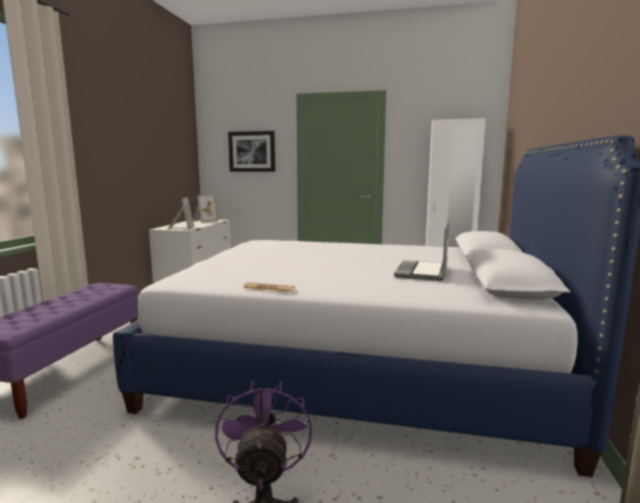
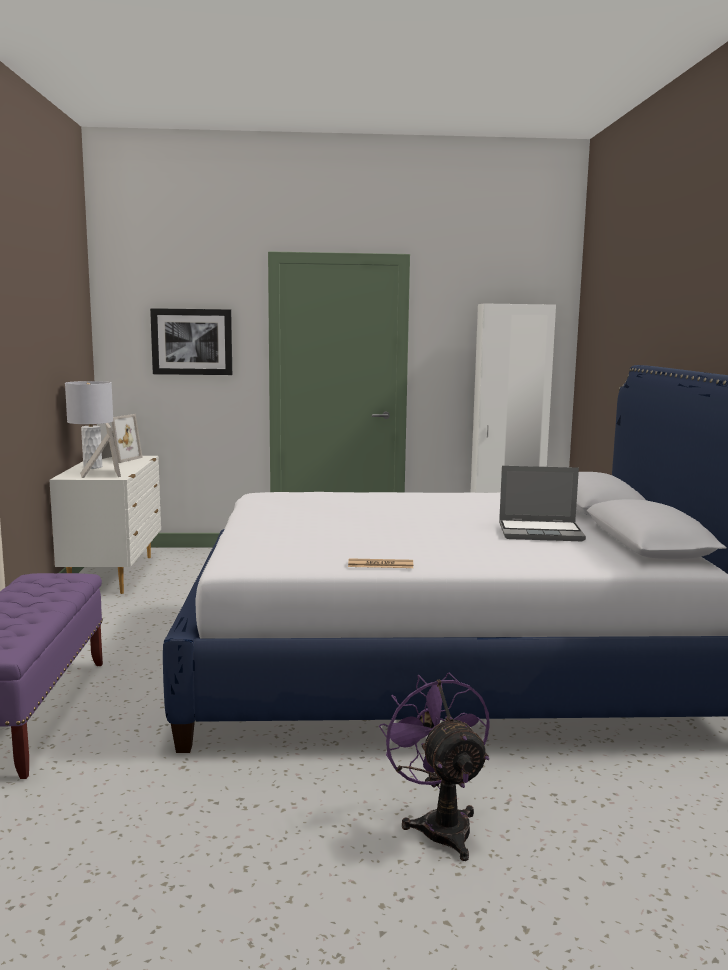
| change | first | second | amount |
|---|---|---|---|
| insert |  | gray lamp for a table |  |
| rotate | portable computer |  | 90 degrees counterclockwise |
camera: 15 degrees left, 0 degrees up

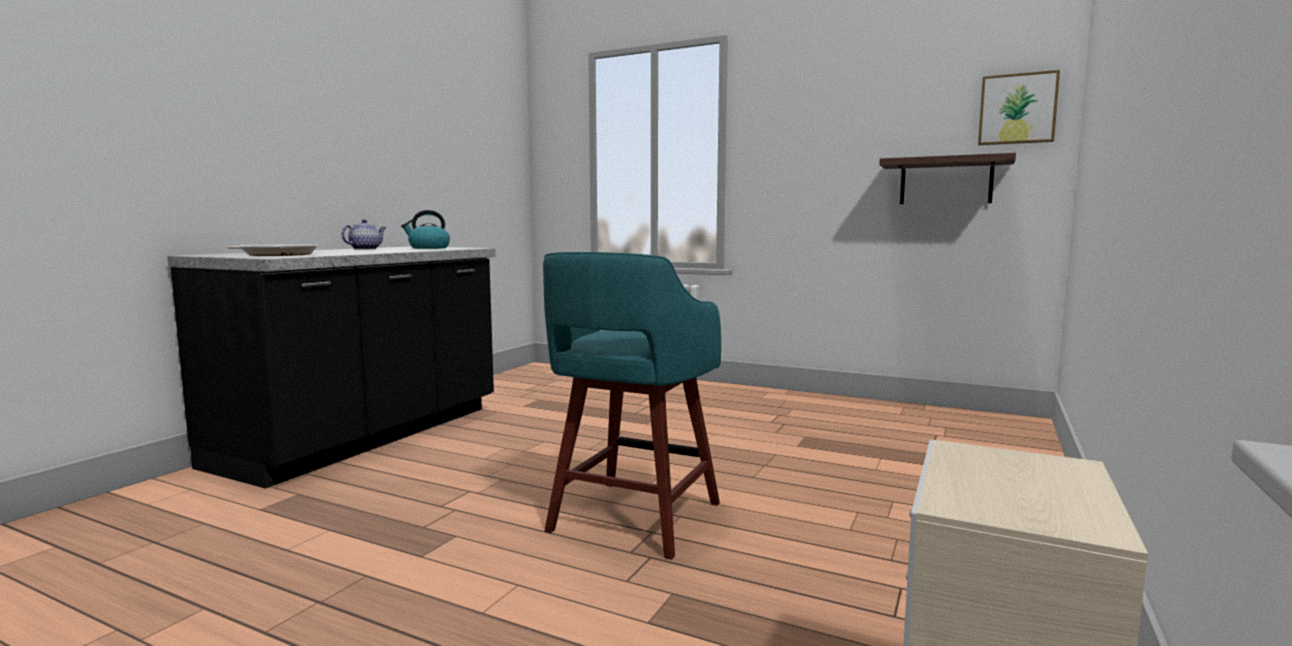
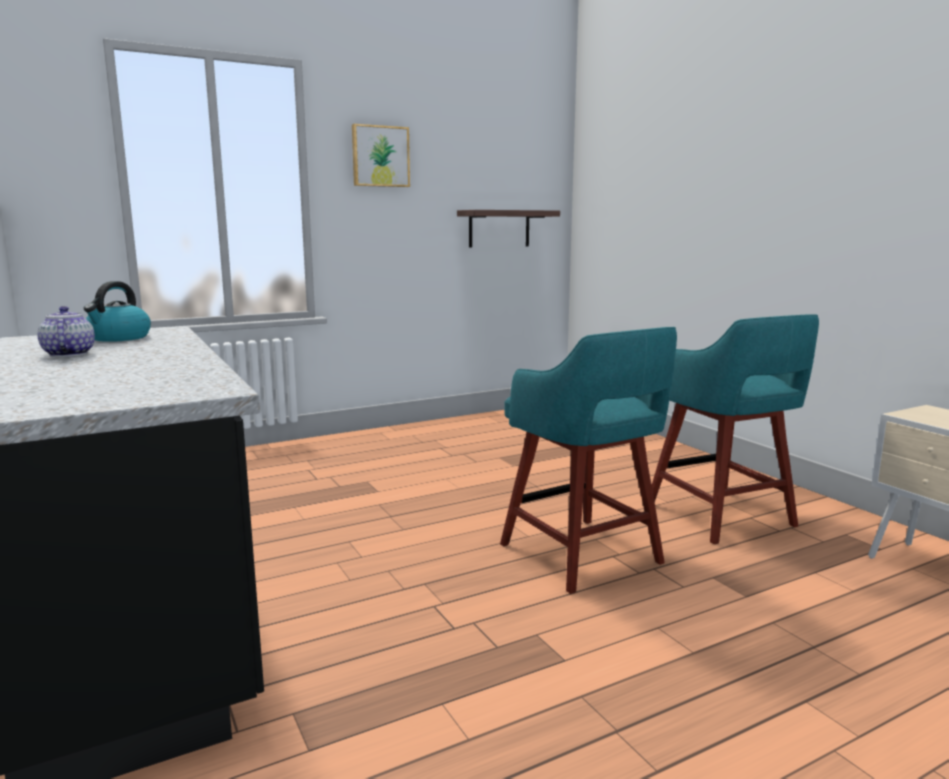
| change | first | second | amount |
|---|---|---|---|
| move | wall art |  |  |
| insert |  | turquoise-coloured sitting stool (2nd from left) |  |
| delete | skillet |  |  |
camera: 55 degrees left, 5 degrees up

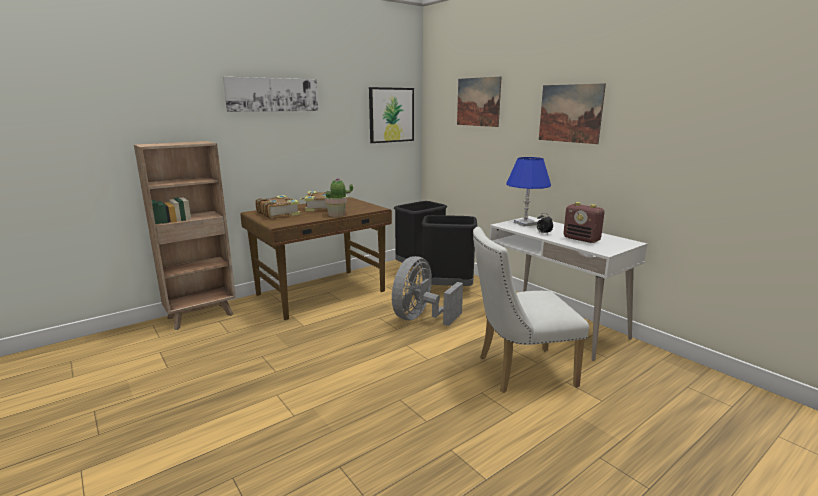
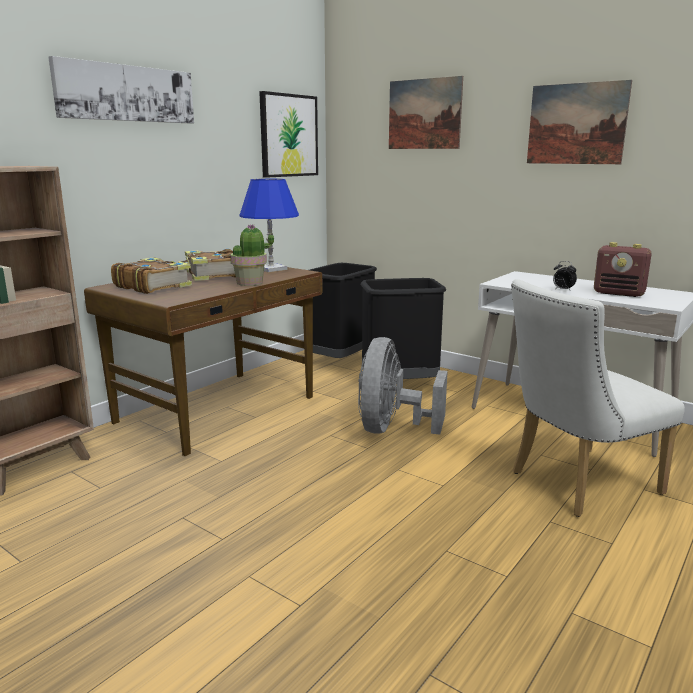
| change | first | second | amount |
|---|---|---|---|
| move | blue lamp for a table |  |  |
camera: 15 degrees left, 0 degrees up

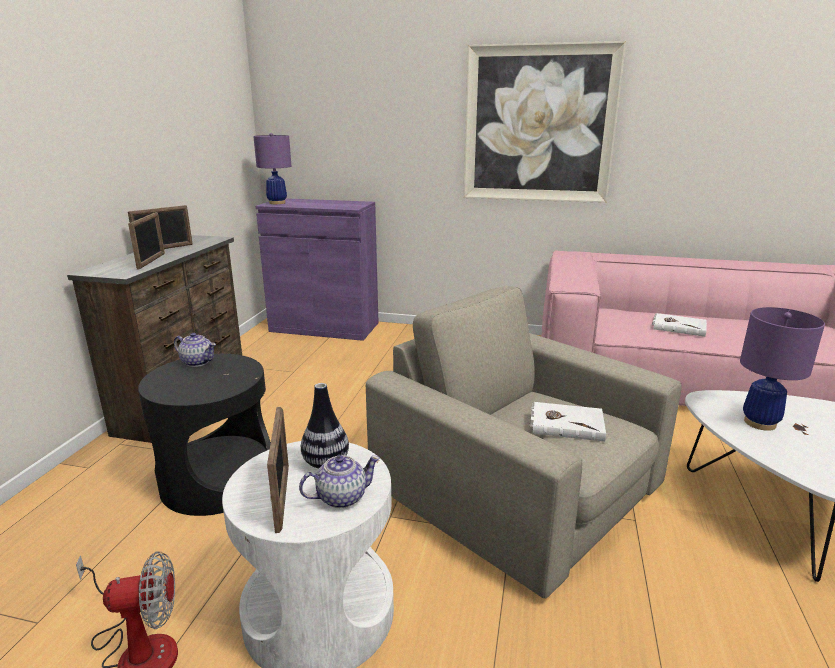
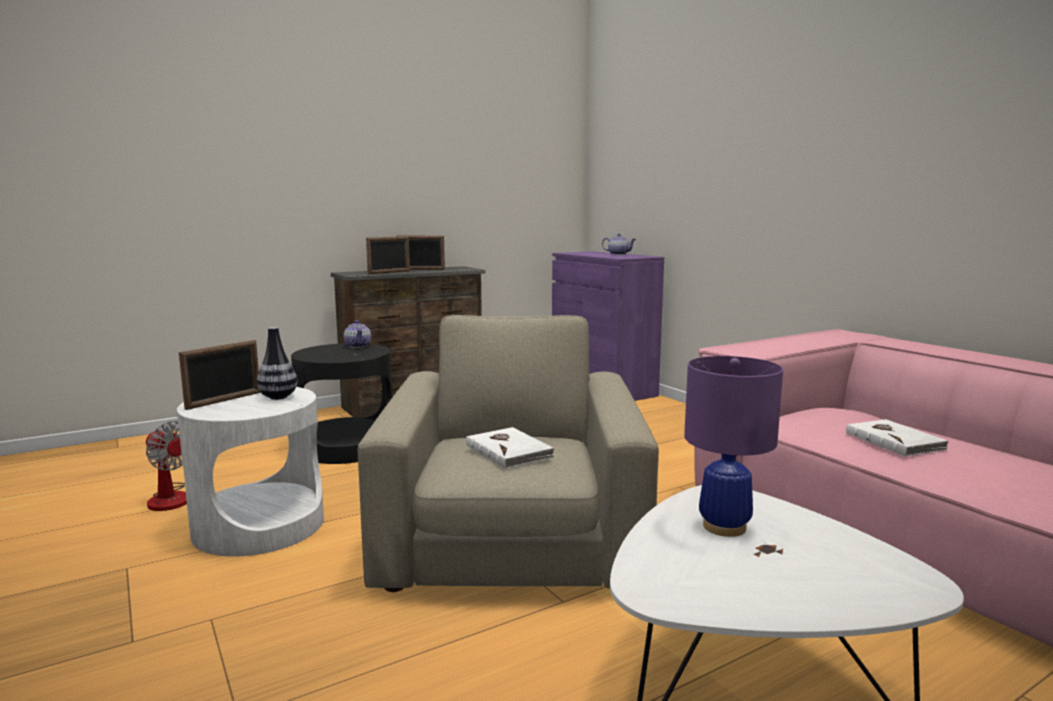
| change | first | second | amount |
|---|---|---|---|
| move | teapot (2nd from left) |  |  |
| delete | purplish lamp for a table (1st from left) |  |  |
| delete | wall art |  |  |
camera: 45 degrees right, 10 degrees down

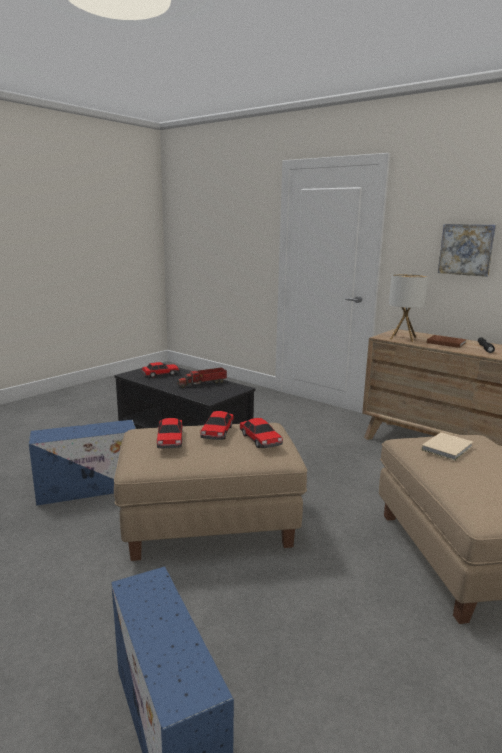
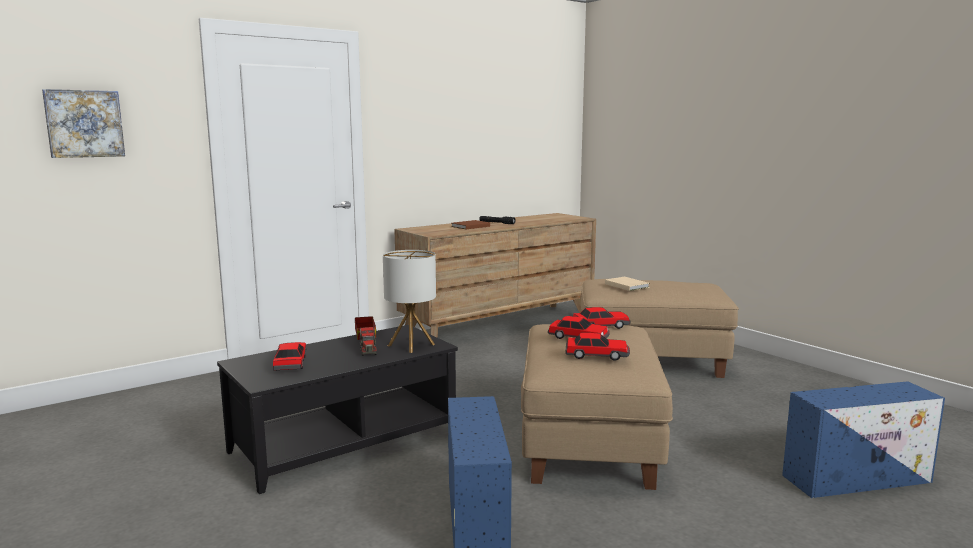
| change | first | second | amount |
|---|---|---|---|
| move | wall art |  |  |
| move | lamp for a table |  |  |
camera: 75 degrees left, 5 degrees down

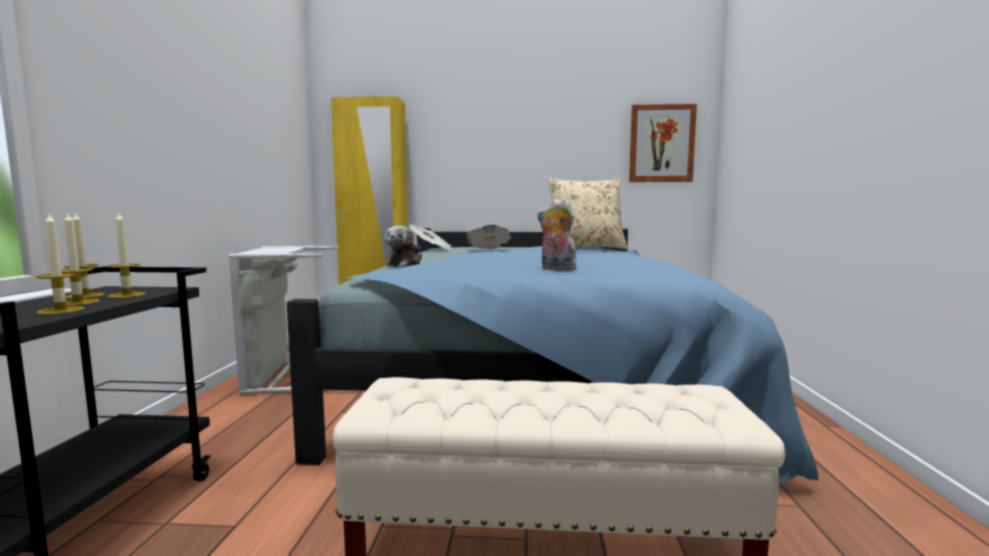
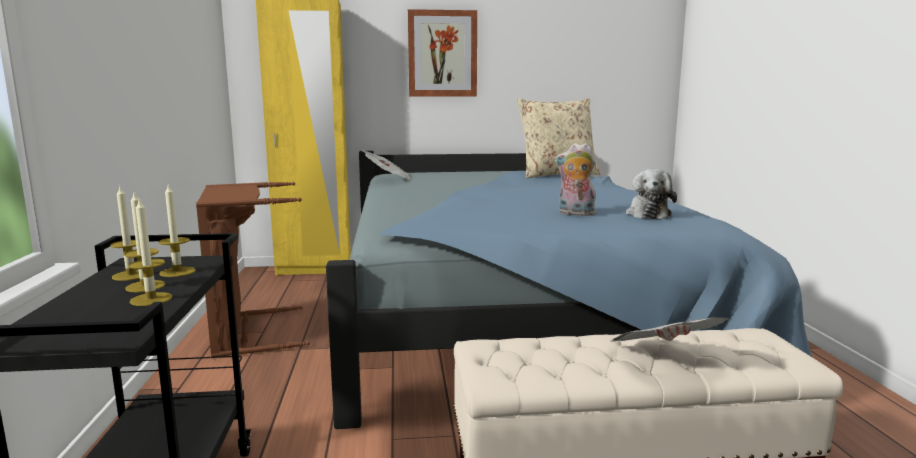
| change | first | second | amount |
|---|---|---|---|
| recolor | gray laundry basket | brown laundry basket |  |
| move | wall art |  |  |
| move | newspaper (2nd from left) |  |  |
| move | soft toy (1st from left in the first image) | soft toy (2nd from left) |  |
camera: 10 degrees left, 5 degrees up

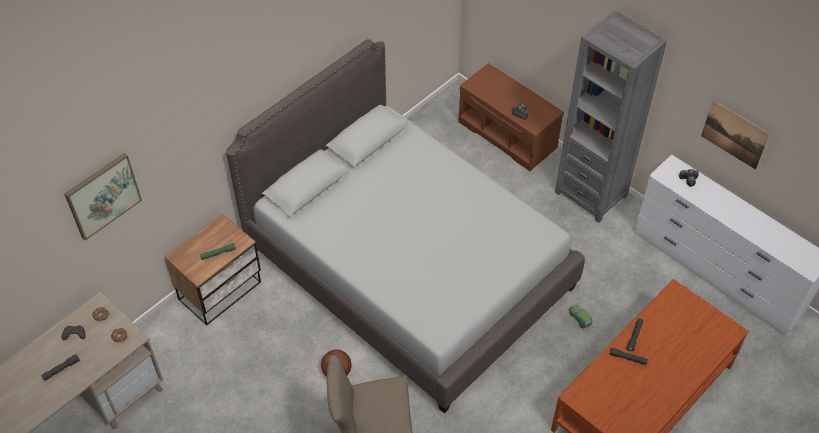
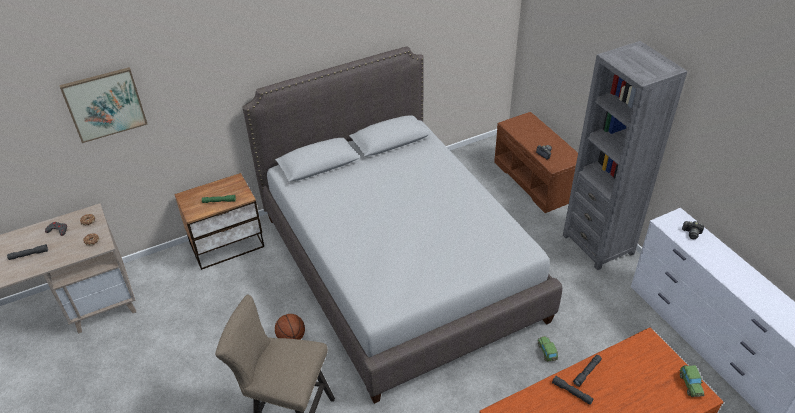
| change | first | second | amount |
|---|---|---|---|
| insert |  | model car (2nd from left) |  |
| delete | wall art (2nd from left) |  |  |
camera: 20 degrees right, 10 degrees down

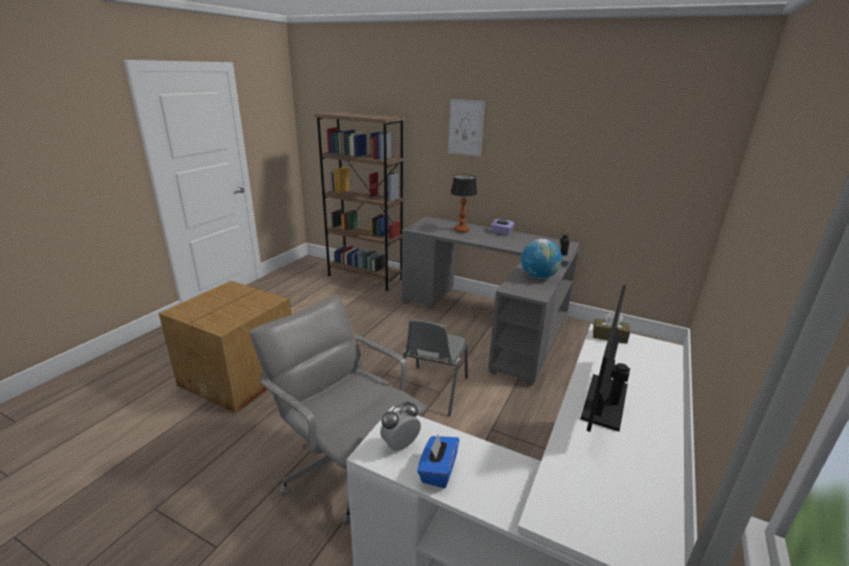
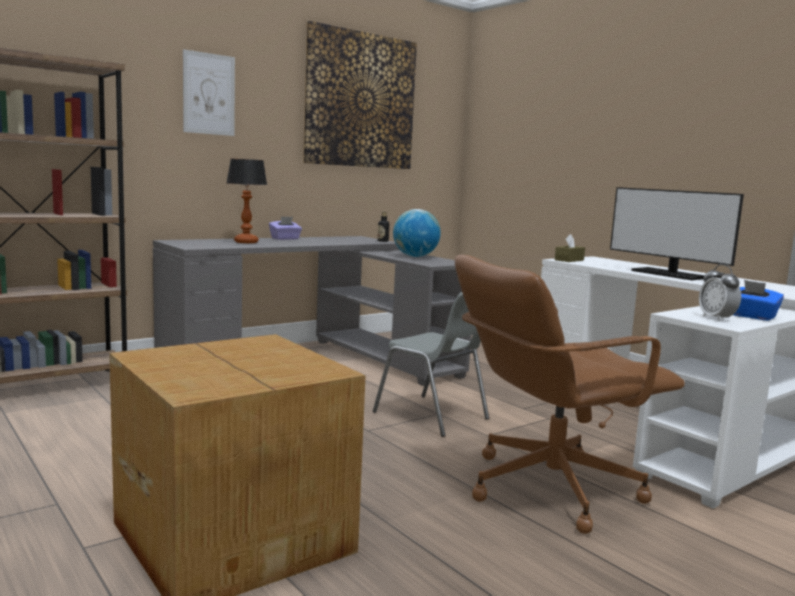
| change | first | second | amount |
|---|---|---|---|
| insert |  | wall art (2nd from left) |  |
| recolor | gray office chair | brown office chair |  |
camera: 65 degrees left, 15 degrees down

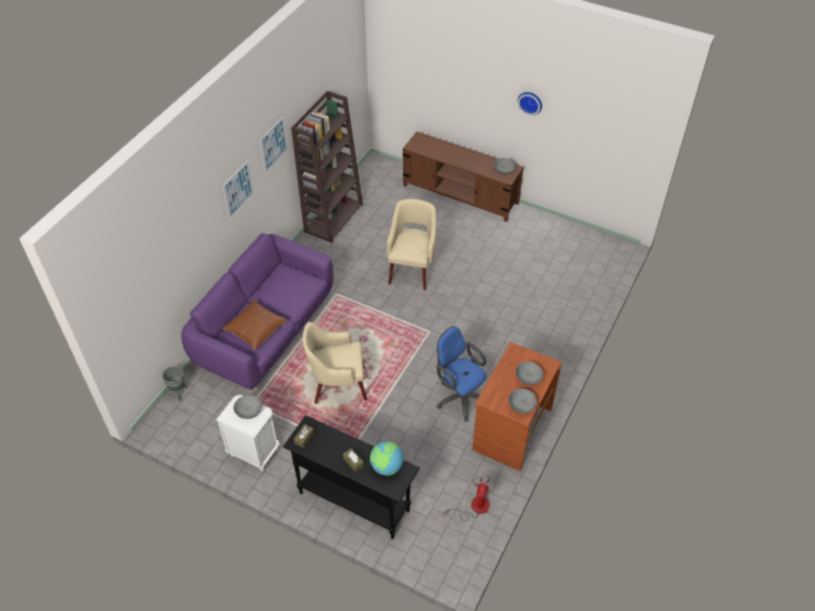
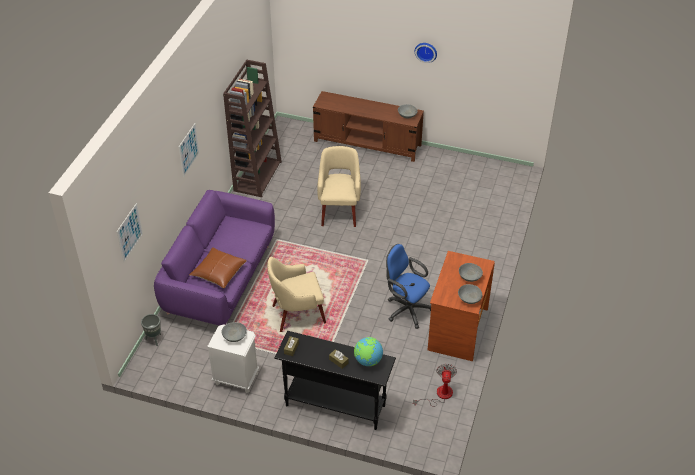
| change | first | second | amount |
|---|---|---|---|
| move | wall art (2nd from left in the first image) | wall art (1st from left) |  |
camera: 10 degrees left, 5 degrees down

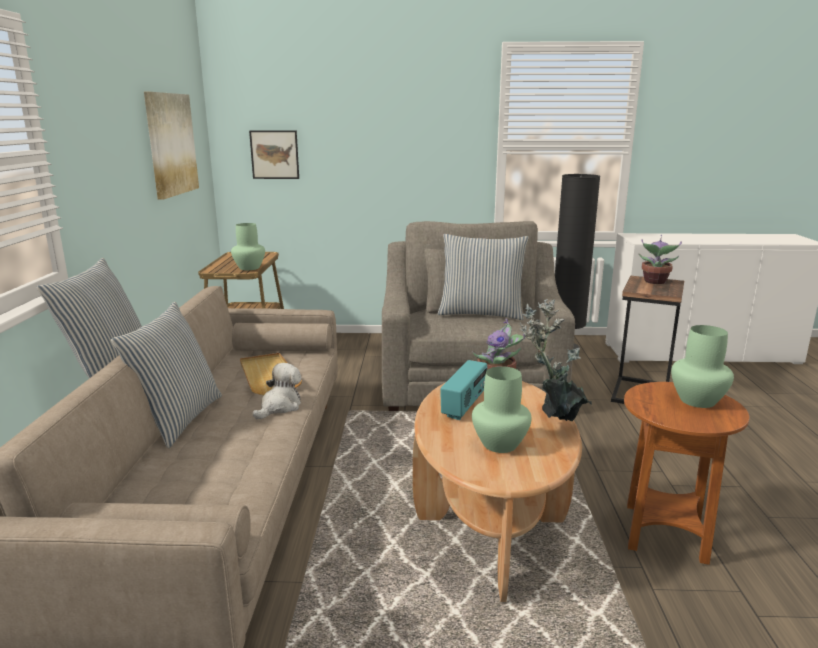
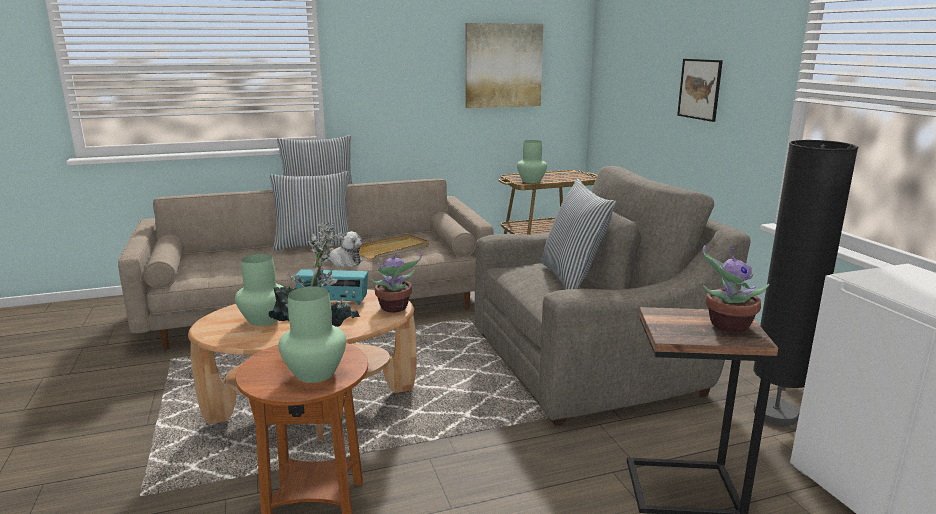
| change | first | second | amount |
|---|---|---|---|
| move | wall art (2nd from left) |  |  |
camera: 70 degrees right, 0 degrees up

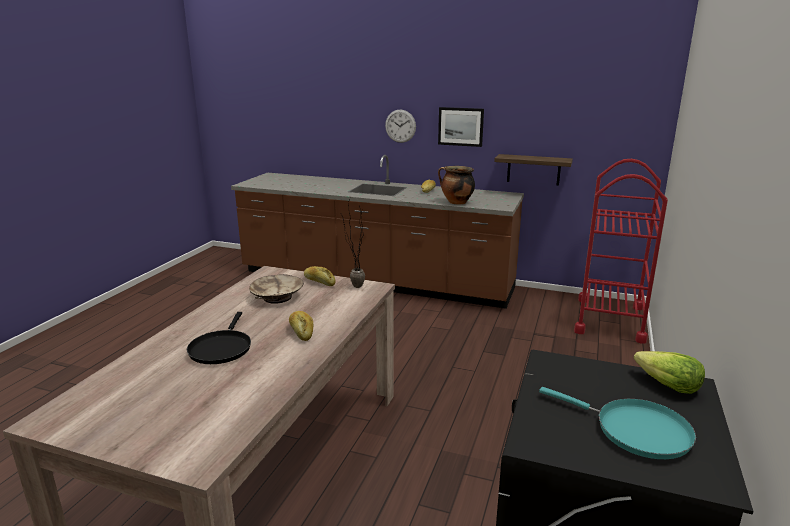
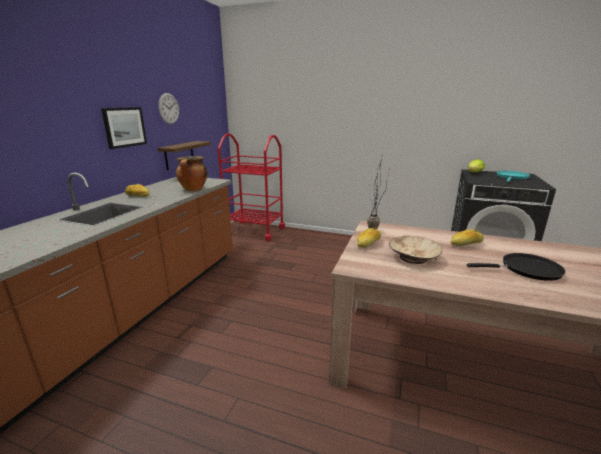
| change | first | second | amount |
|---|---|---|---|
| move | wall clock |  |  |
camera: 90 degrees left, 0 degrees up

